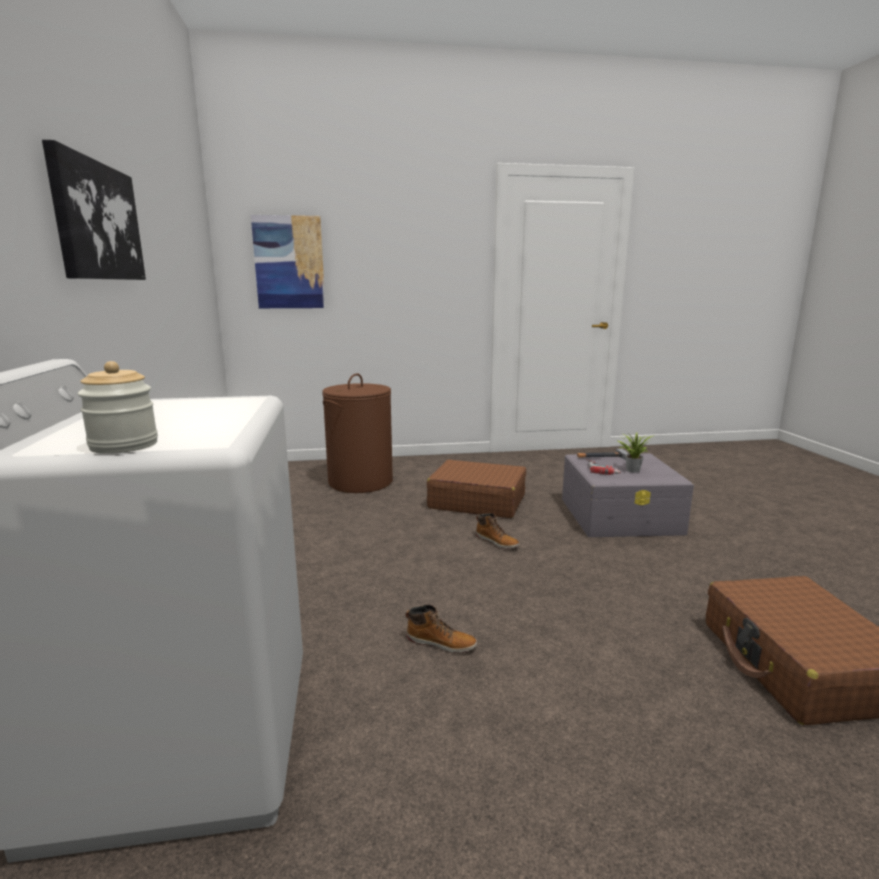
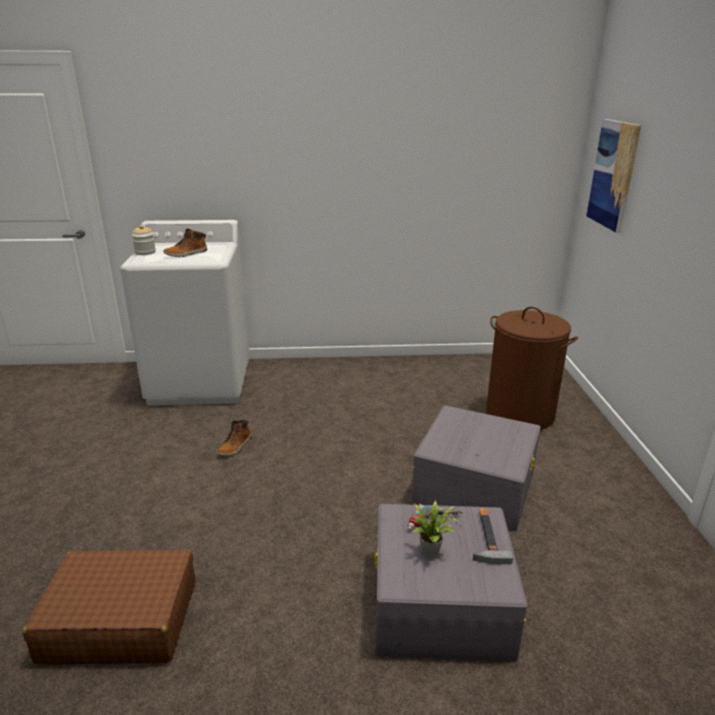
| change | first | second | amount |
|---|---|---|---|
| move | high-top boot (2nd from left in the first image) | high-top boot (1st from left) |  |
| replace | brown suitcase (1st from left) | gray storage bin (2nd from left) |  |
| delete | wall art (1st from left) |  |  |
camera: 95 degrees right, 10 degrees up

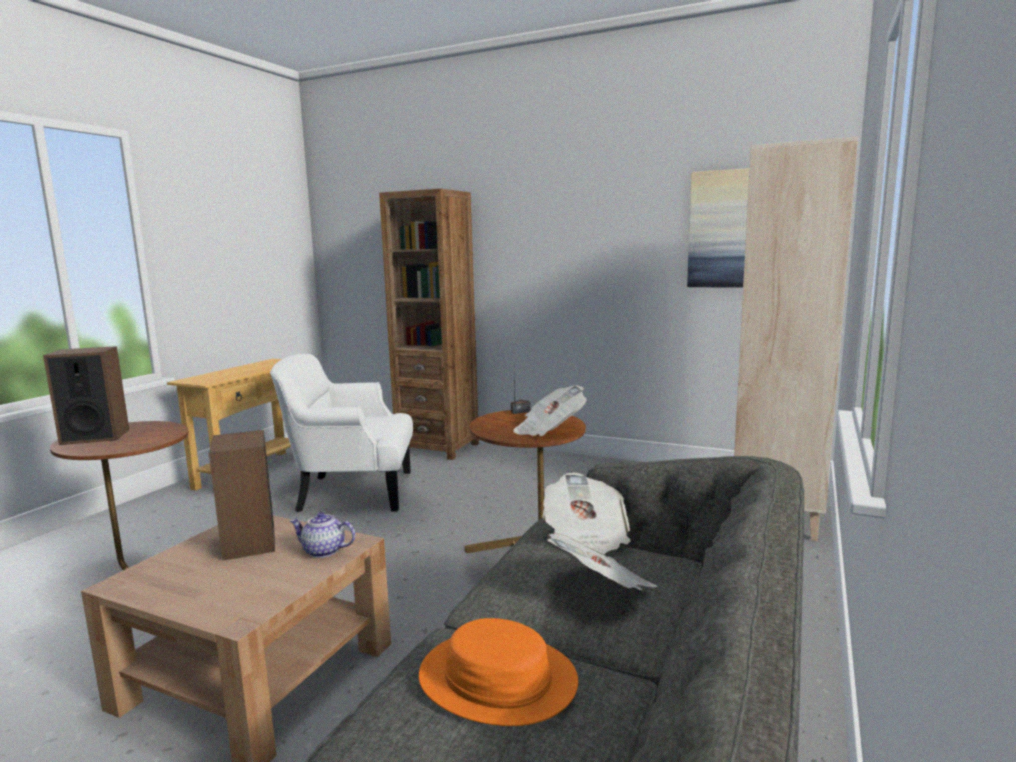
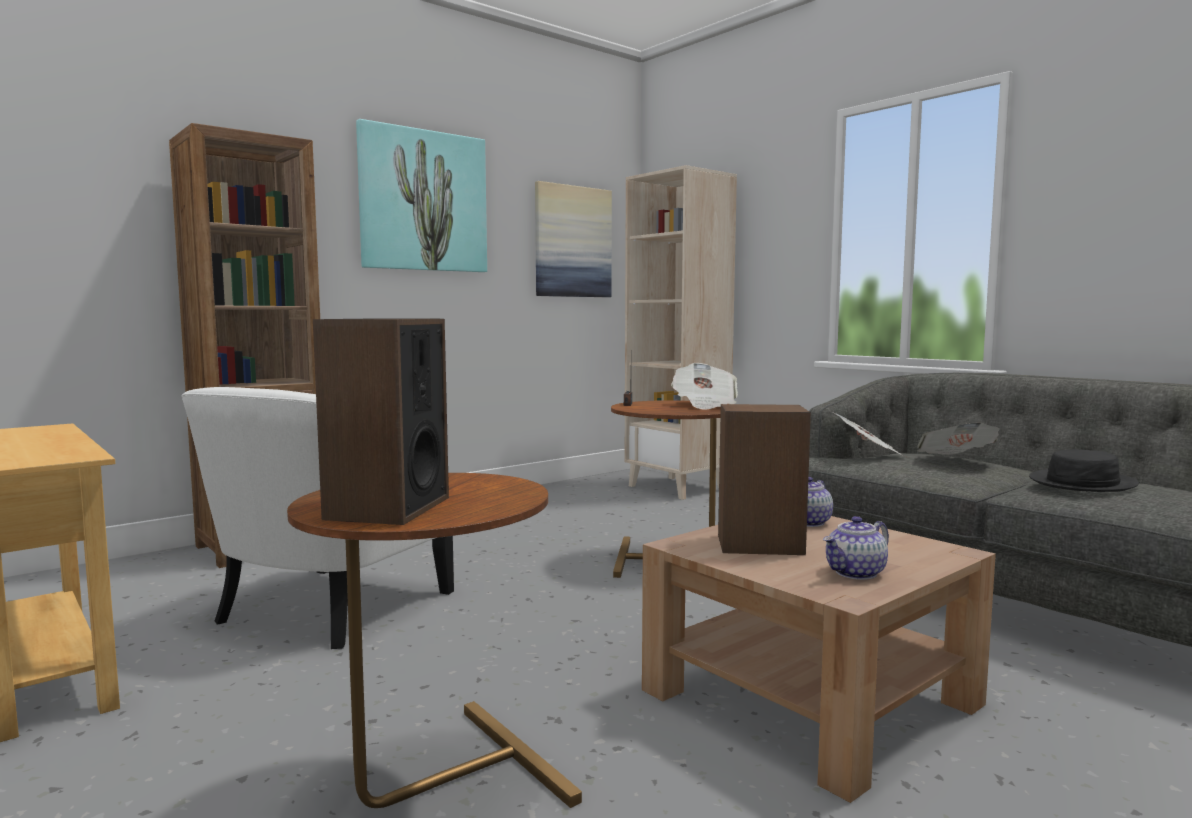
| change | first | second | amount |
|---|---|---|---|
| insert |  | wall art (1st from left) |  |
| insert |  | teapot (2nd from left) |  |
| recolor | orange-coloured clothing hat | black-coloured clothing hat |  |
camera: 65 degrees left, 5 degrees down

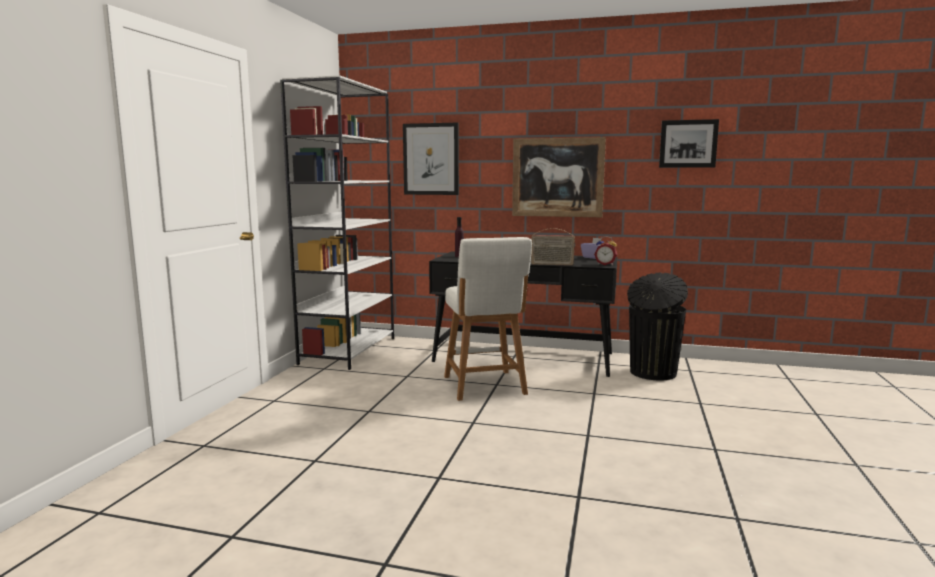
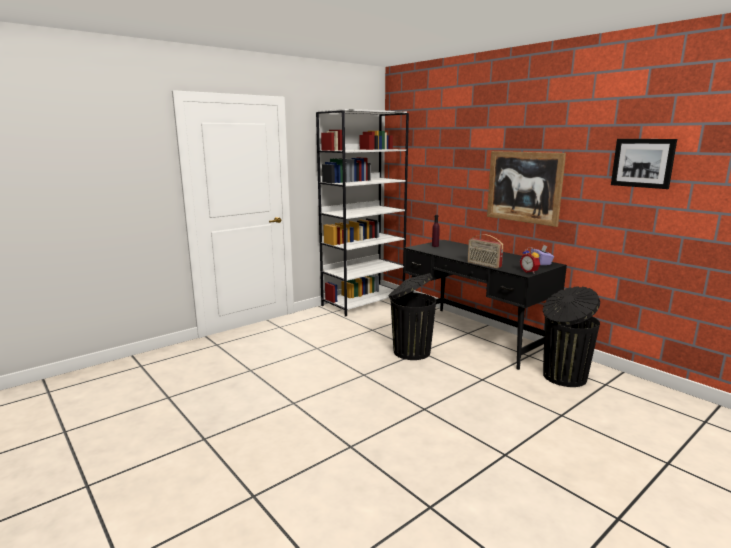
| change | first | second | amount |
|---|---|---|---|
| replace | whitish sitting stool | black-coloured waste bin (1st from left) |  |
| delete | wall art (1st from left) |  |  |
camera: 35 degrees right, 5 degrees up

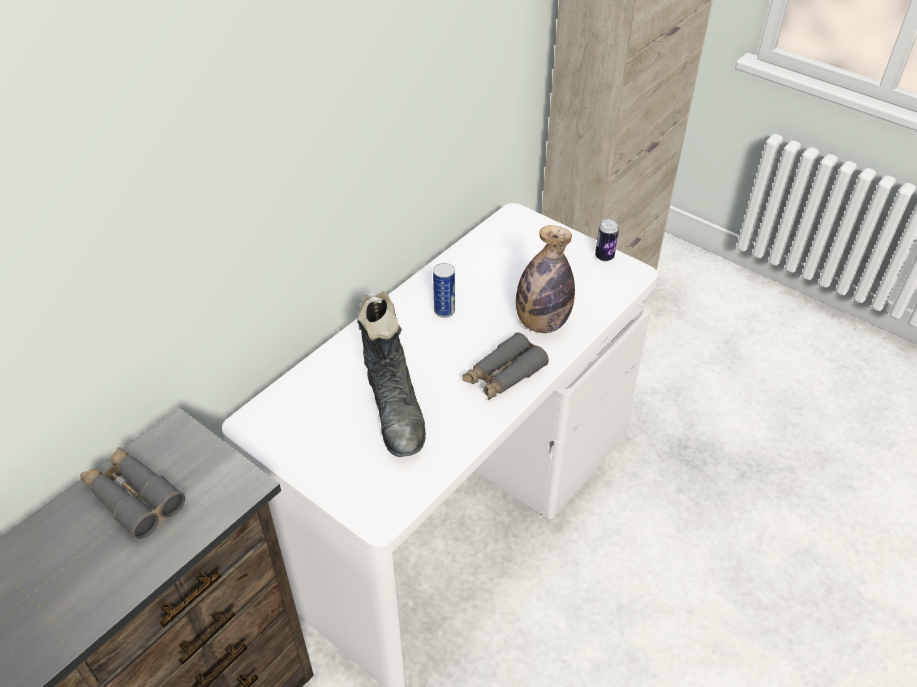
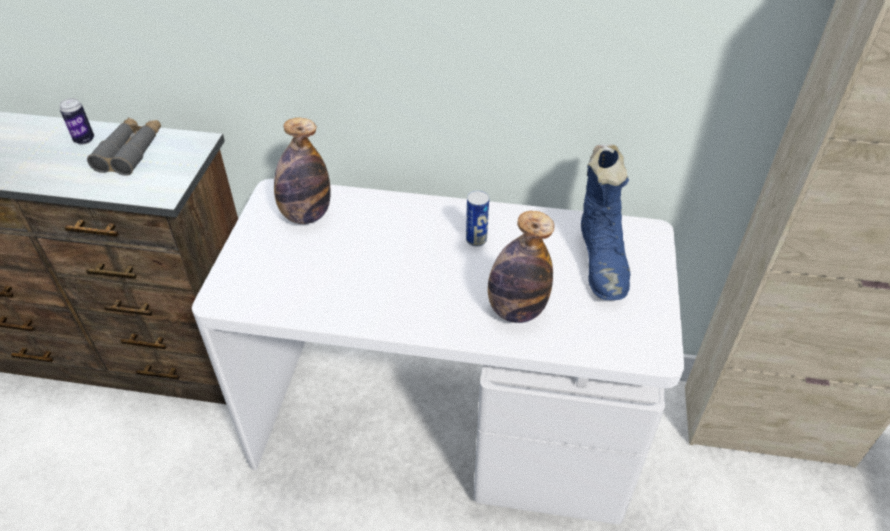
| change | first | second | amount |
|---|---|---|---|
| move | sealed can (2nd from left in the first image) | sealed can (1st from left) |  |
| insert |  | bottle (1st from left) |  |
| insert |  | blue high-top boot |  |
| delete | black-coloured high-top boot |  |  |
| delete | gray binoculars (2nd from left) |  |  |
camera: 60 degrees right, 0 degrees up

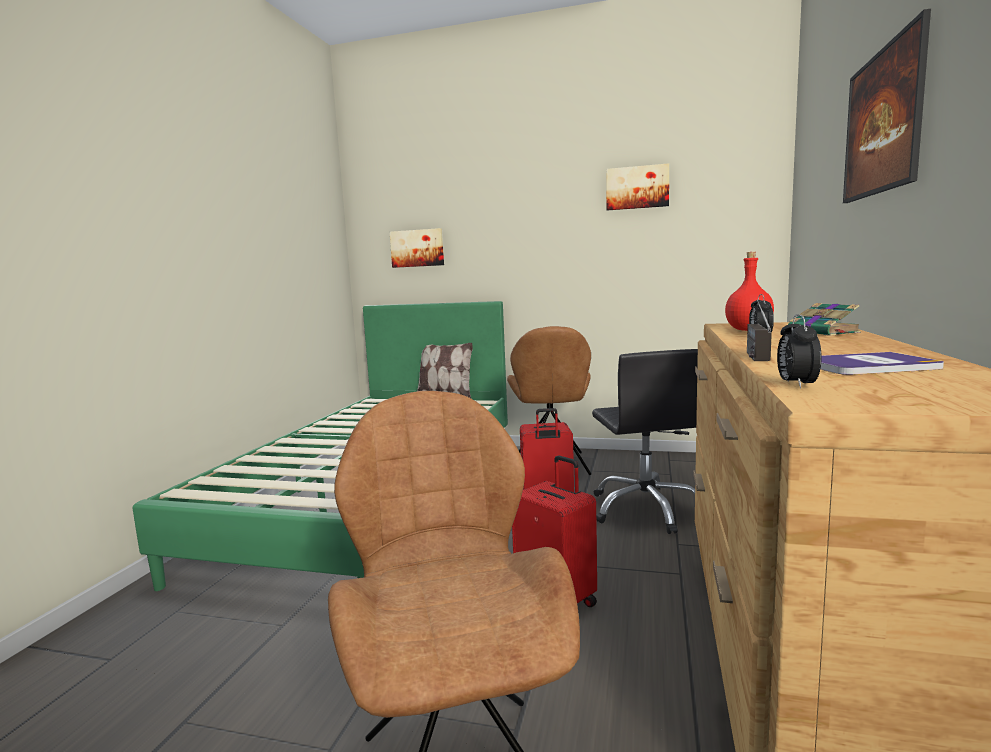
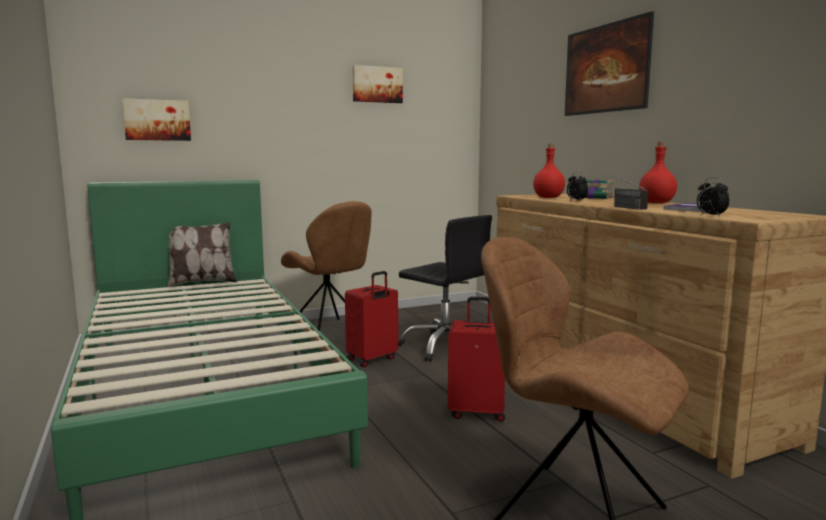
| change | first | second | amount |
|---|---|---|---|
| insert |  | reddish bottle (2nd from left) |  |
camera: 40 degrees left, 0 degrees up

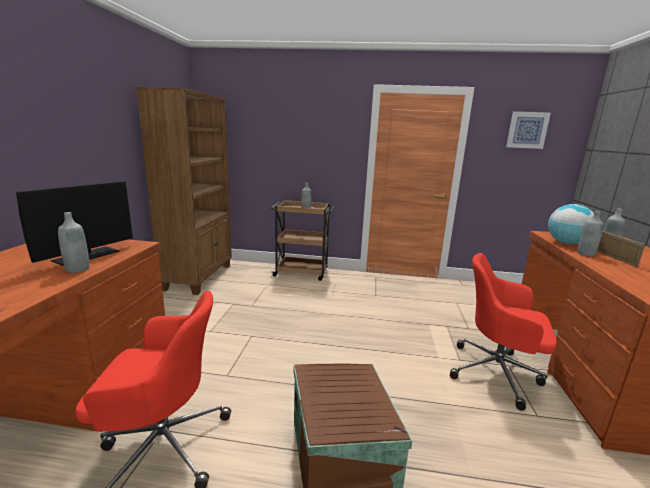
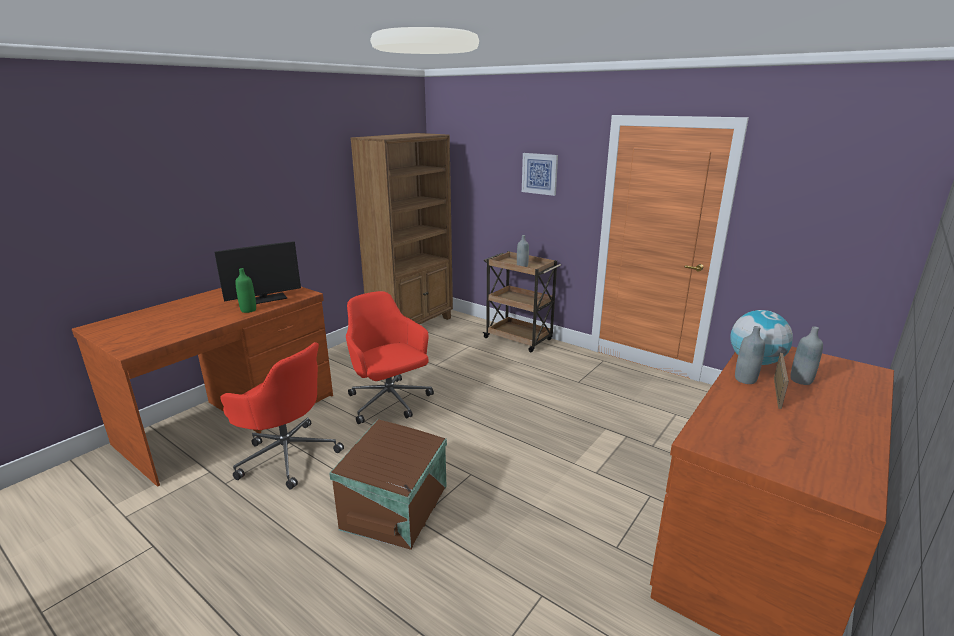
| change | first | second | amount |
|---|---|---|---|
| recolor | gray bottle (1st from left) | green-coloured bottle |  |
| move | reddish office chair (2nd from left) |  |  |
| move | wall art |  |  |
camera: 30 degrees right, 5 degrees up

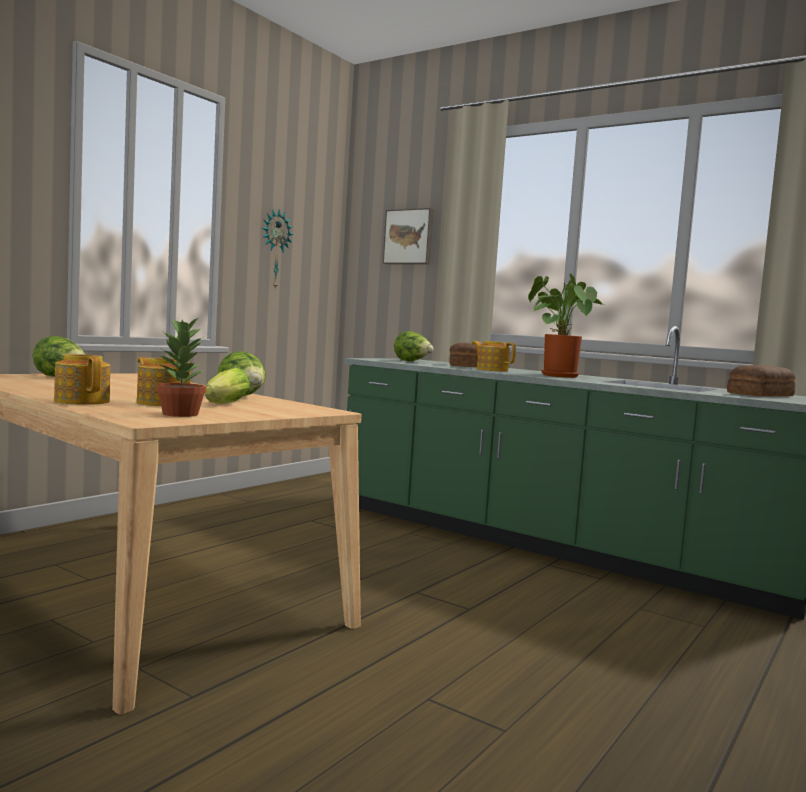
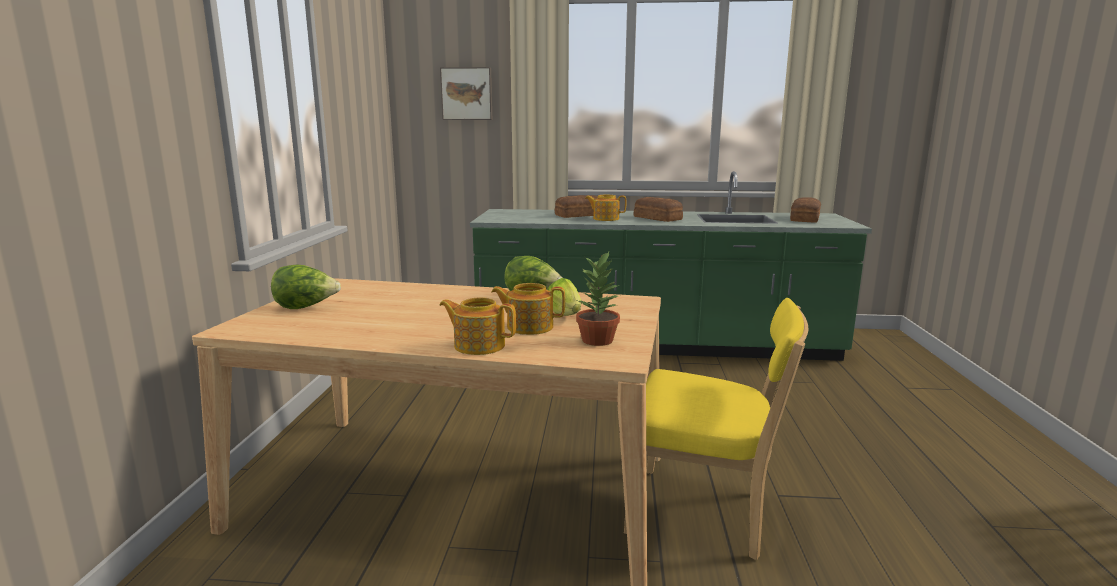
| change | first | second | amount |
|---|---|---|---|
| insert |  | yellow upright chair |  |
| replace | houseplant (2nd from left) | bread (2nd from left) |  |
| delete | wall clock |  |  |
| delete | head of lettuce (4th from left) |  |  |
camera: 30 degrees left, 10 degrees up

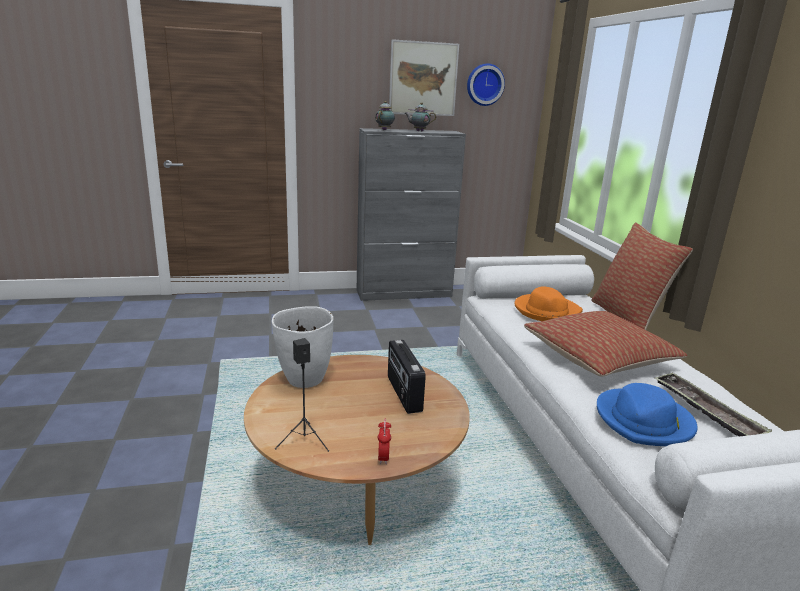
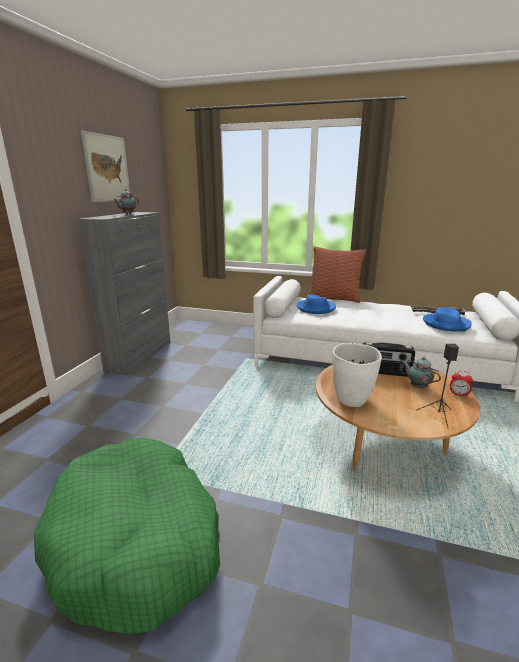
| change | first | second | amount |
|---|---|---|---|
| insert |  | green-coloured dog cushion |  |
| recolor | orange-coloured clothing hat | blue clothing hat (1st from left) |  |
| move | teapot (1st from left in the first image) | teapot (2nd from left) |  |
| delete | wall clock |  |  |
| delete | cushion (1st from left) |  |  |
camera: 60 degrees left, 0 degrees up

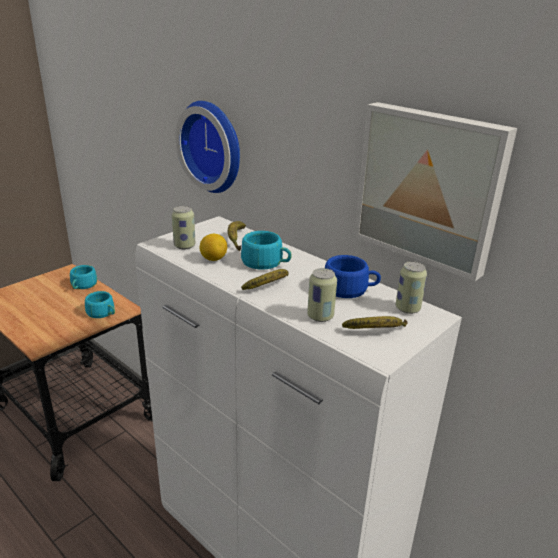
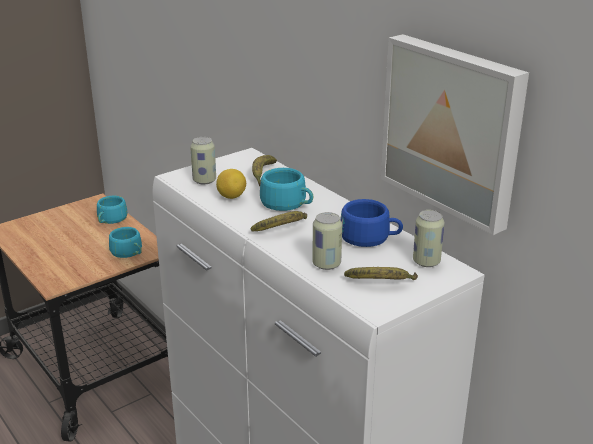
| change | first | second | amount |
|---|---|---|---|
| delete | wall clock |  |  |
camera: 10 degrees right, 0 degrees up

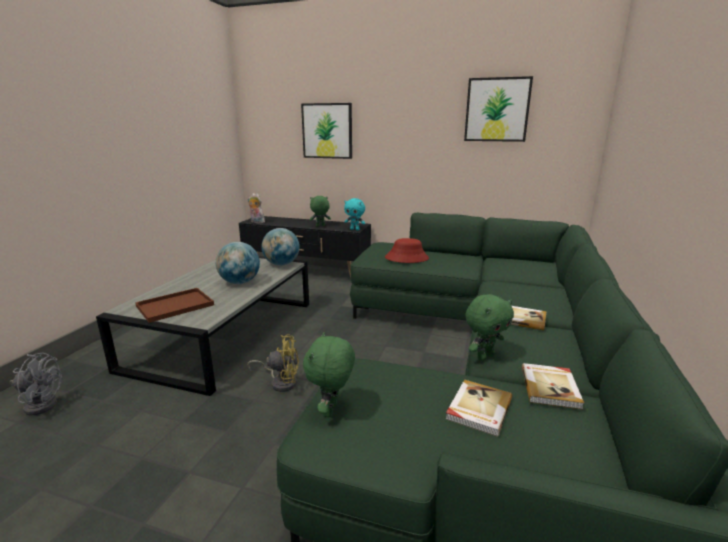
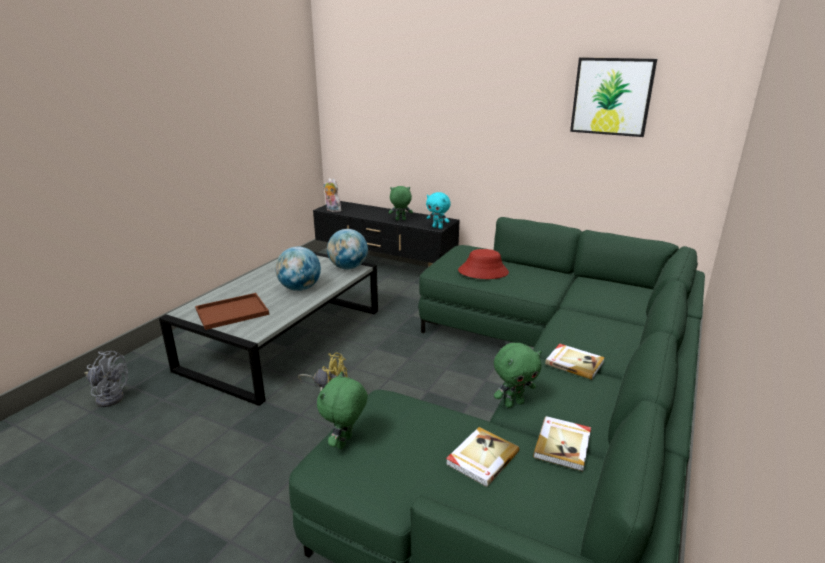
| change | first | second | amount |
|---|---|---|---|
| delete | wall art (1st from left) |  |  |
camera: 10 degrees right, 5 degrees up

